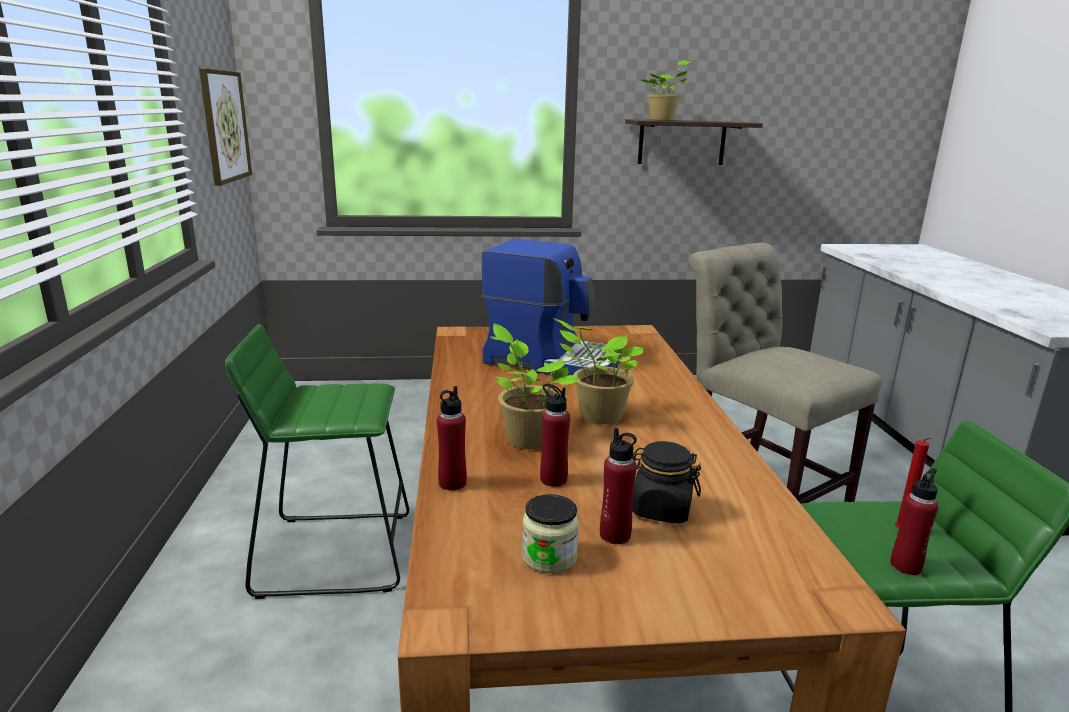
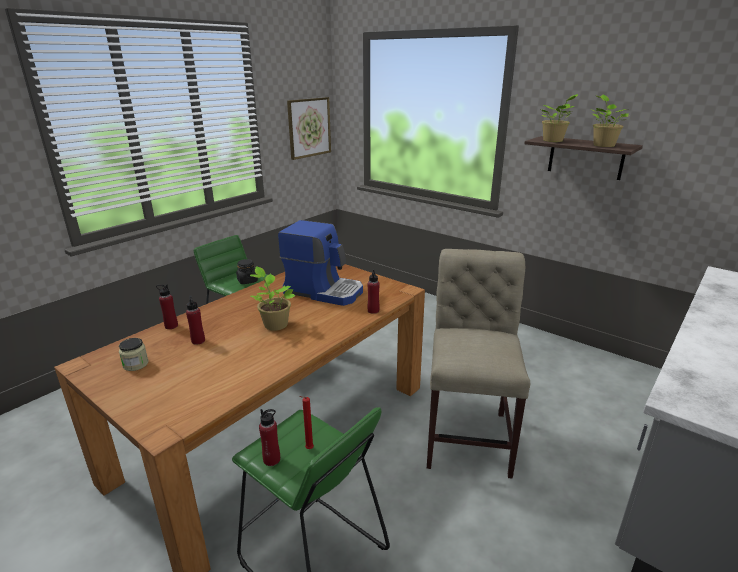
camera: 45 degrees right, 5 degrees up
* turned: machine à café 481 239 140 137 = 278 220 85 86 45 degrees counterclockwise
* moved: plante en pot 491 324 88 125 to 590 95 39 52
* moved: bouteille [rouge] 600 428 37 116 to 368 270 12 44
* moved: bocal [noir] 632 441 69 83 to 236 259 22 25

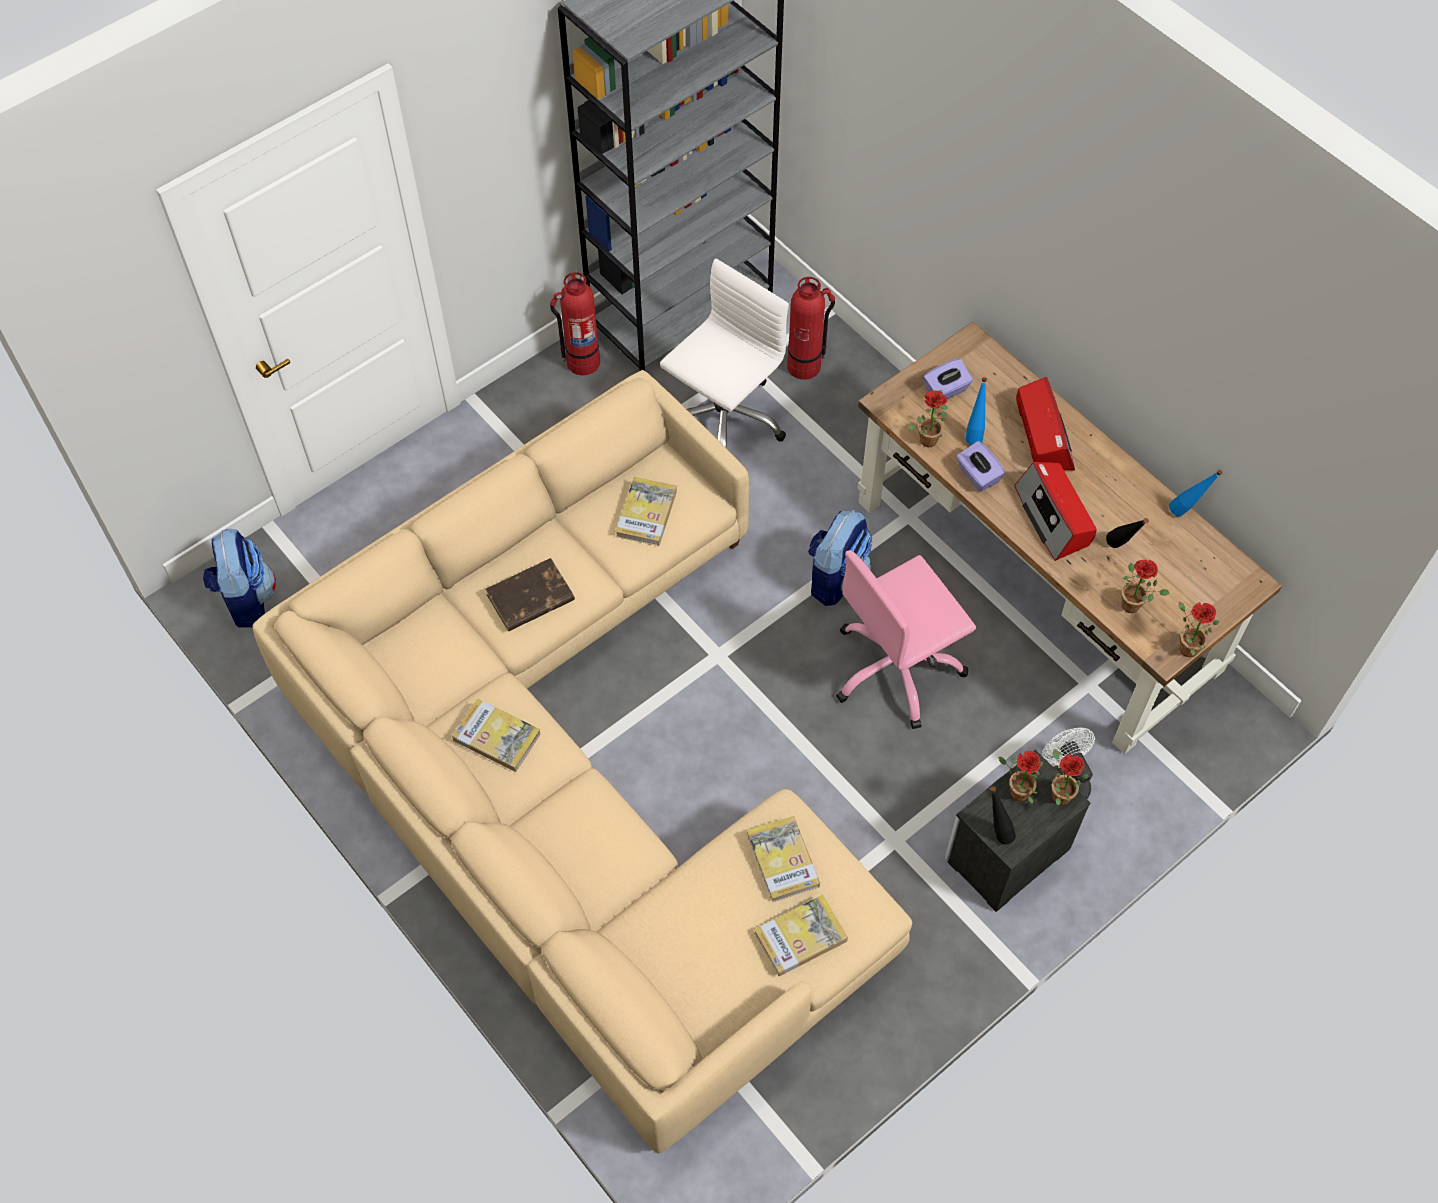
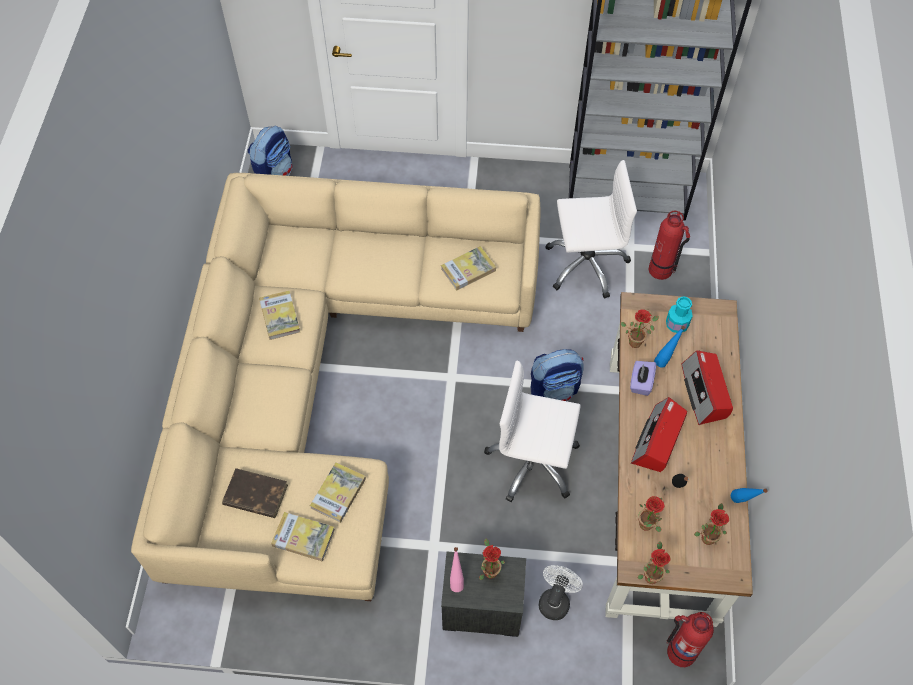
camera: 45 degrees right, 0 degrees up
* moved: livre [marron] 486 558 89 73 to 222 468 66 50
* moved: extincteur 550 272 50 103 to 666 612 48 55
* recoloured: chaise de bureau [rose] 836 550 140 179 to chaise de bureau [blanc] 484 360 97 142
* replaced: boîte à mouchoirs [violet] 923 359 50 40 to bouteille [turquoise] 666 296 27 37
* recoloured: bouteille [noir] 990 786 26 58 to bouteille [rose] 450 547 14 45
* turned: radio 1016 377 59 94 = 681 350 52 75 135 degrees clockwise
* moved: plante en pot 1051 749 38 56 to 694 503 35 42

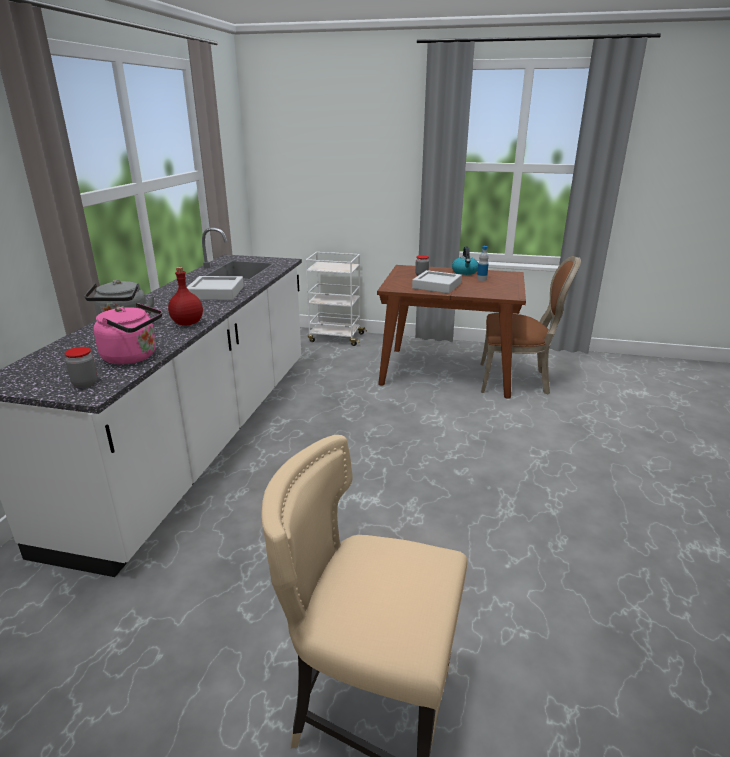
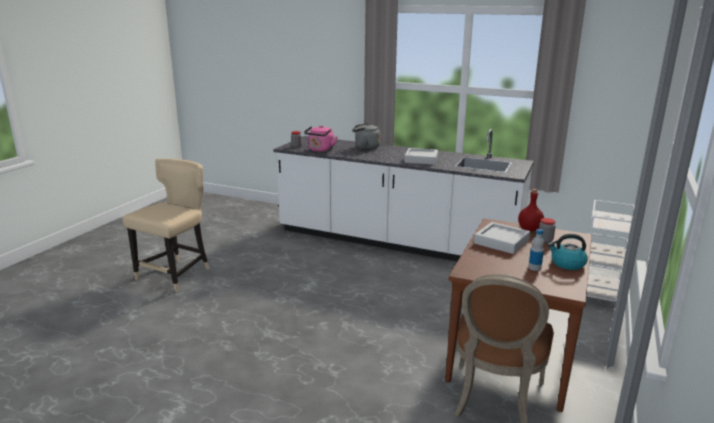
camera: 100 degrees right, 5 degrees down
* moved: bouteille [rouge] 168 267 35 59 to 518 189 26 42

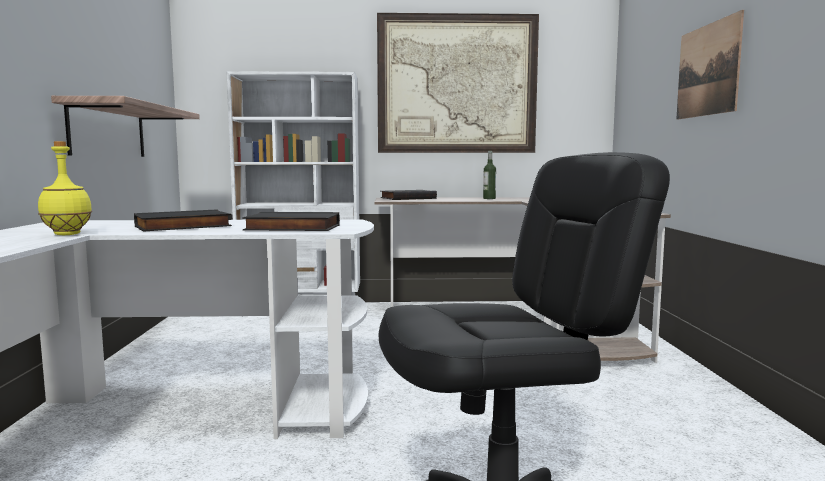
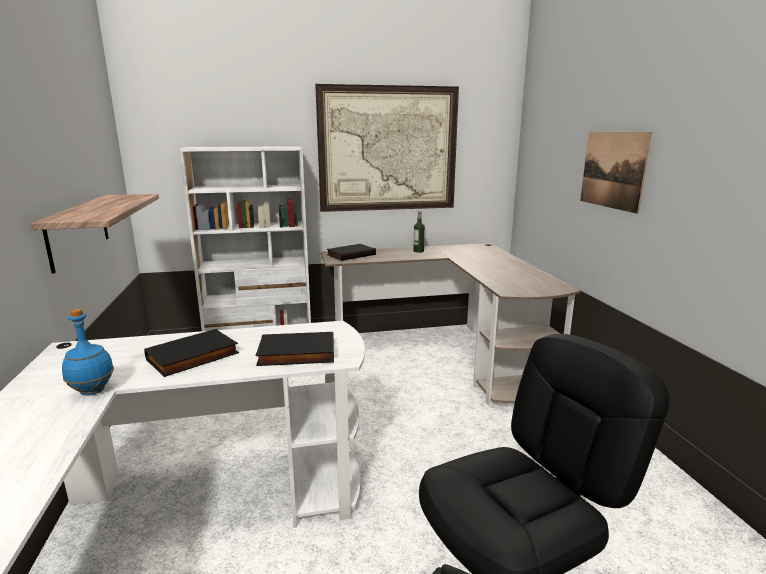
camera: 10 degrees left, 10 degrees up
* recoloured: bouteille [jaune] 38 141 54 94 to bouteille [bleu] 62 309 52 87

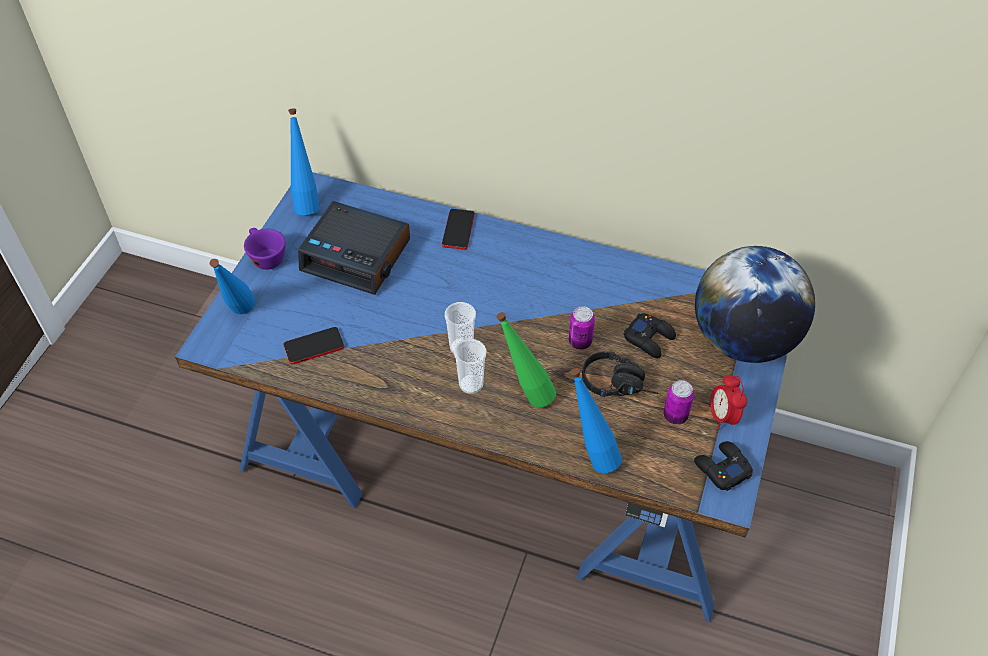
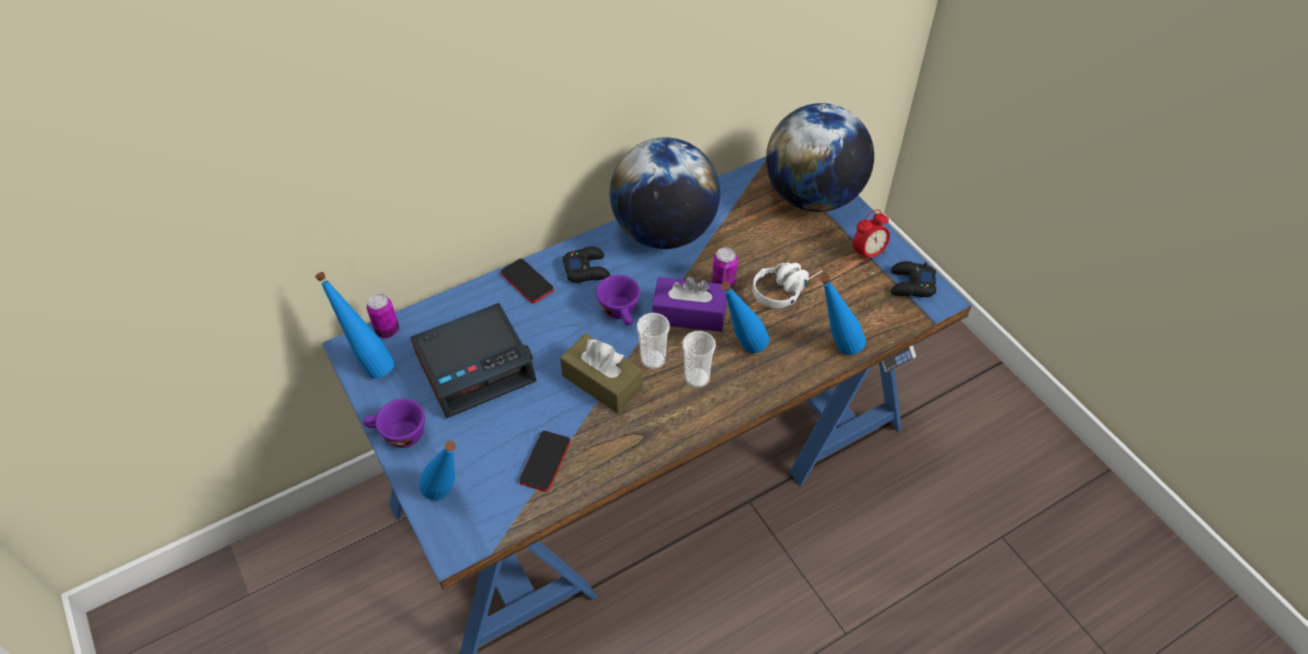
camera: 50 degrees left, 0 degrees up
* recoloured: bouteille [vert] 497 312 59 96 to bouteille [bleu] 721 282 48 71
* recoloured: casque audio [noir] 582 352 76 45 to casque audio [blanc] 753 263 70 45
* moved: manette [noir] 624 313 52 46 to 563 247 47 36
* moved: boîte métallique 664 380 30 45 to 367 293 32 45
* turned: réveil 709 375 38 55 = 853 209 37 55 60 degrees counterclockwise
* added: boîte à mouchoirs [marron] 560 333 83 80
* added: tasse [violet] 596 275 44 50
* added: globe 610 137 110 112
* added: boîte à mouchoirs [violet] 652 277 75 55

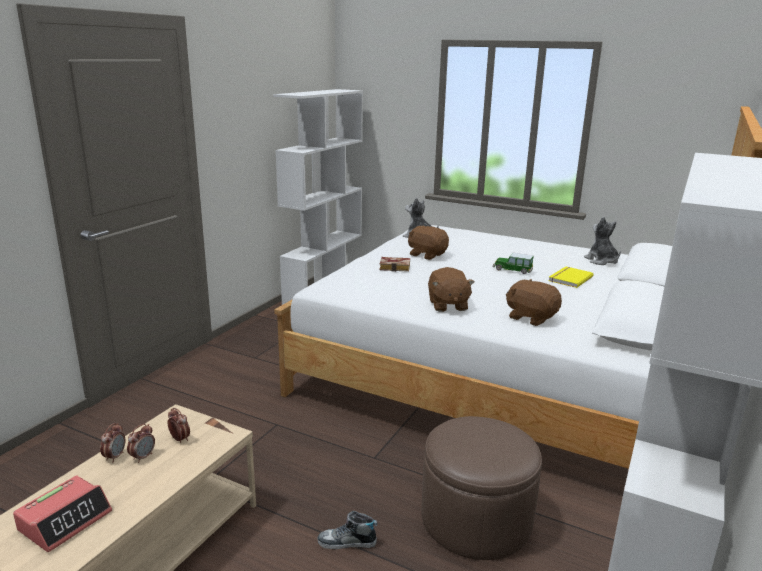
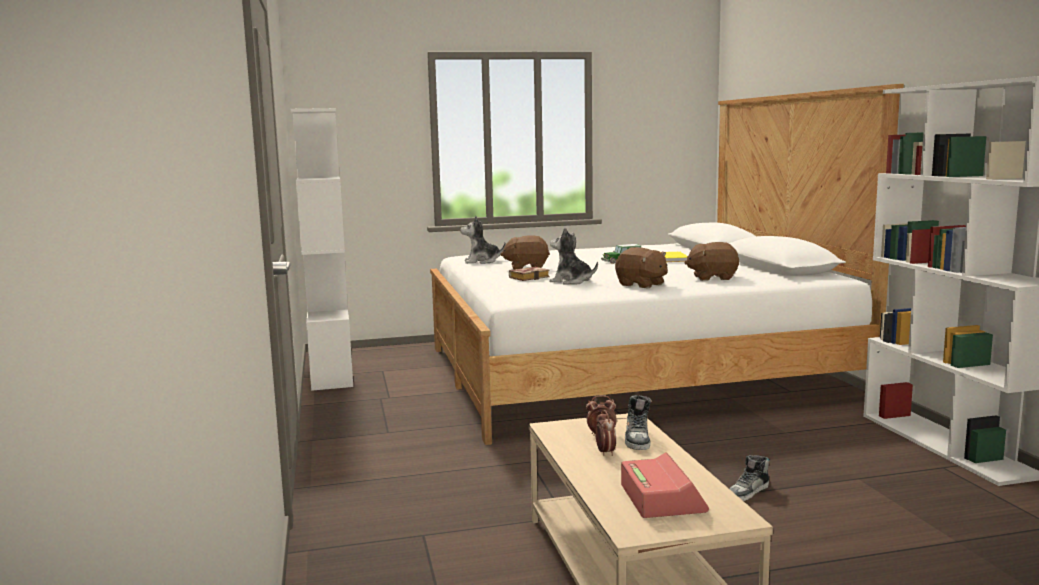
camera: 40 degrees left, 10 degrees down
* removed: réveil 100 423 25 39
* removed: pouf [marron] 421 416 121 144
* moved: peluche 584 217 37 48 to 549 228 49 57
* added: chaussure 625 395 26 55

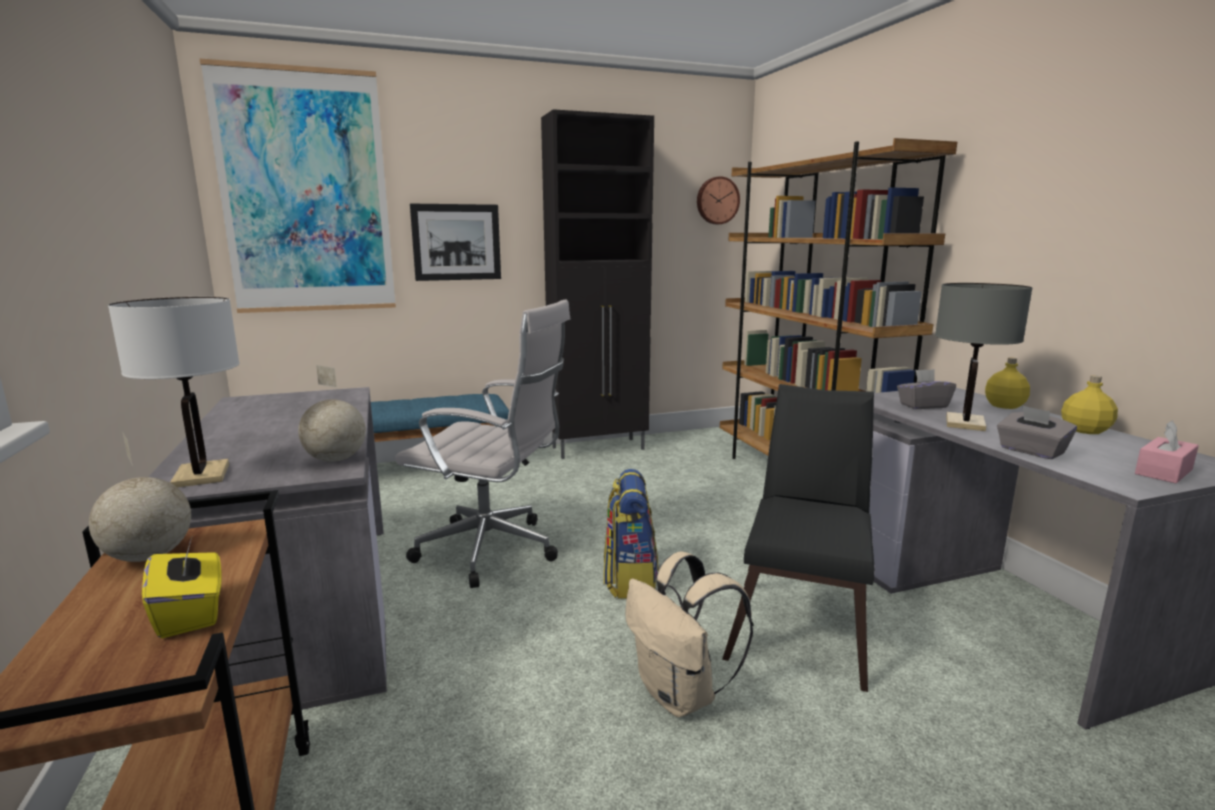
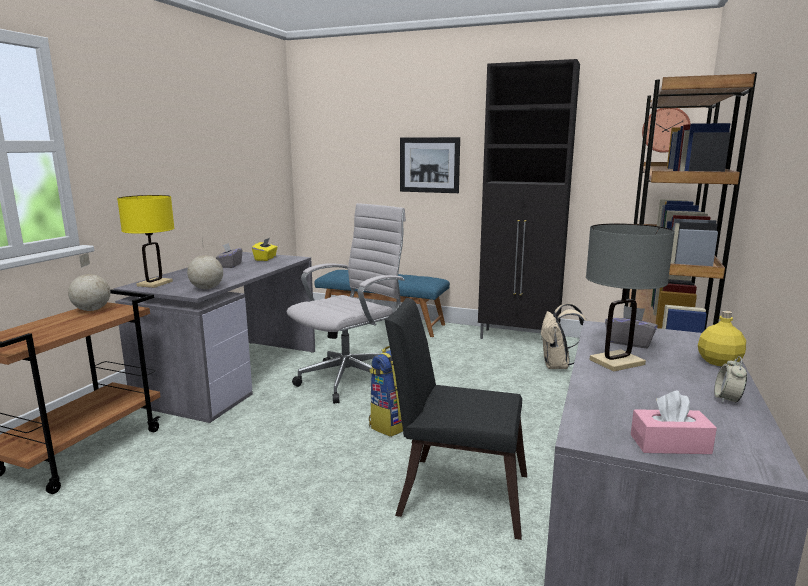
camera: 40 degrees right, 0 degrees up
* recoloured: lampe de table [blanc] 108 297 132 191 to lampe de table [jaune] 117 195 57 93
* moved: boîte à mouchoirs [jaune] 142 535 79 103 to 252 238 26 23
* removed: tableau 199 58 197 255
* turned: chaise de bureau [blanc] 395 300 175 288 = 287 203 119 201 105 degrees counterclockwise
* moved: sac à dos [beige] 625 551 128 166 to 540 303 47 66
* turned: chaise [noir] 722 384 153 308 = 385 298 142 242 135 degrees counterclockwise
* moved: boîte à mouchoirs [gris] 997 406 80 53 to 216 243 26 25
* replaced: bouteille [jaune] 1061 376 57 58 to réveil 714 356 33 48

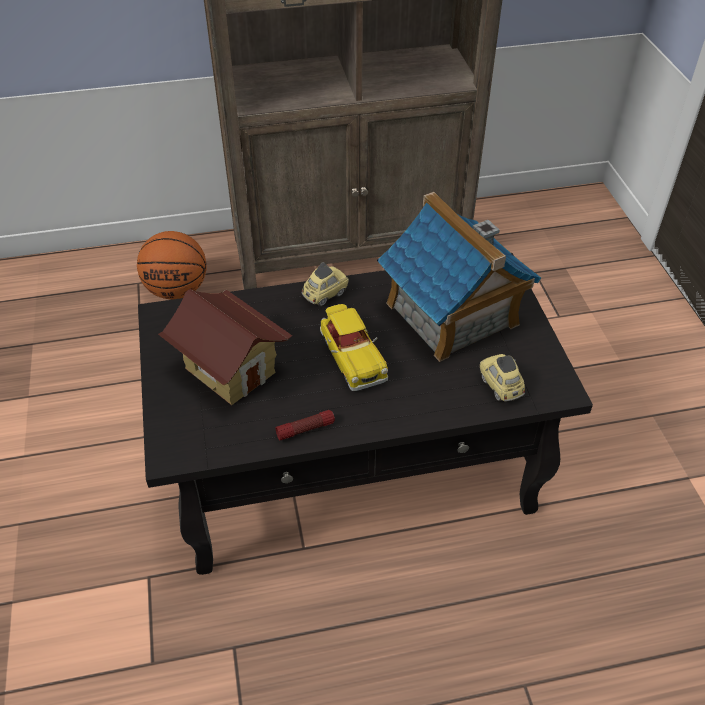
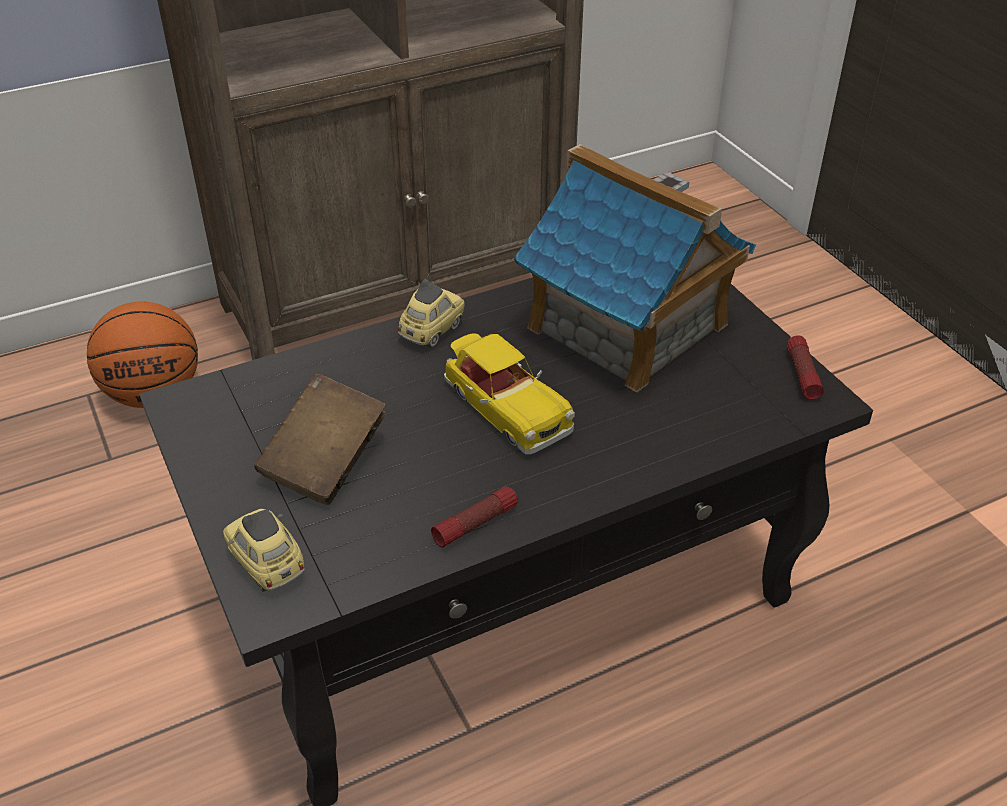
camera: 15 degrees left, 5 degrees down
* replaced: maison miniature 158 289 134 116 to livre [marron] 254 374 132 131
* moved: petite voiture 480 354 45 48 to 223 509 82 83
* added: lampe de poche 787 335 37 65

